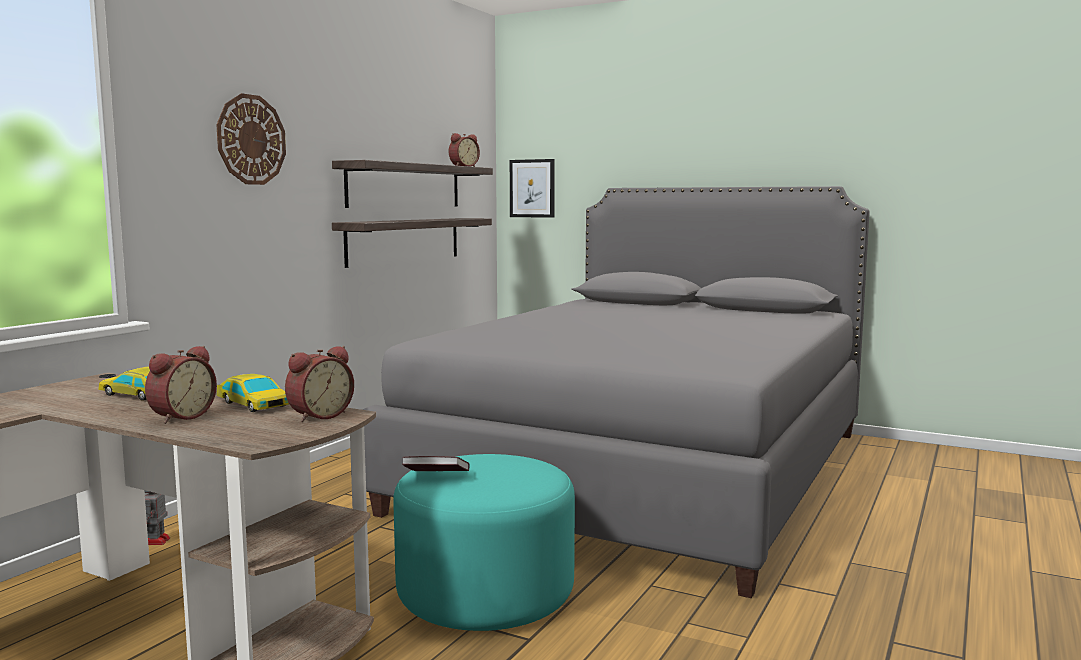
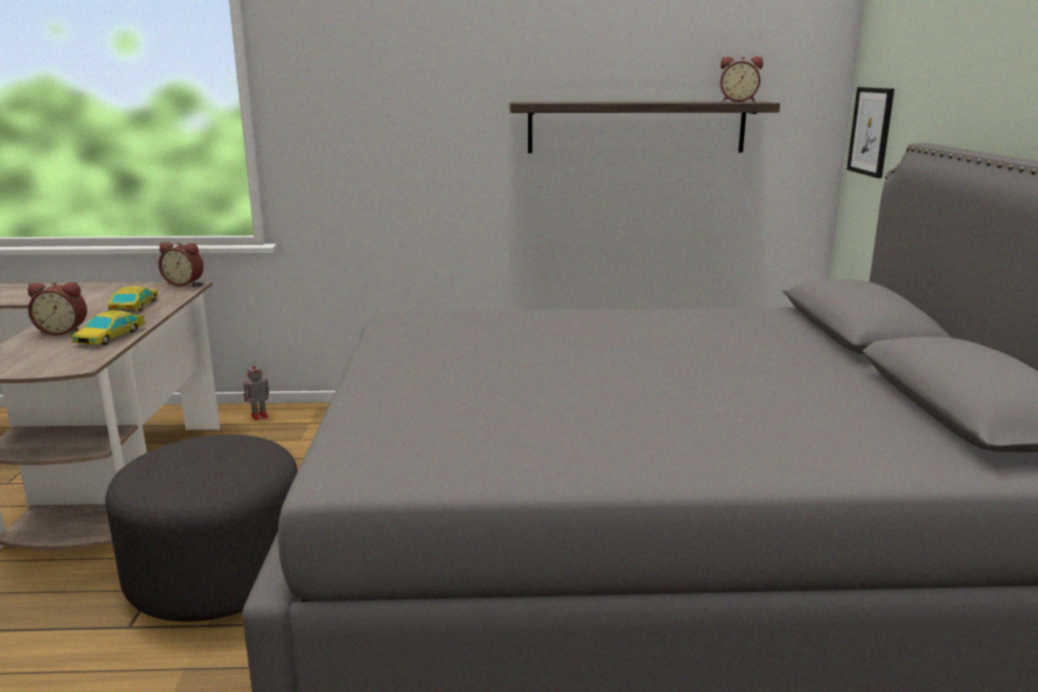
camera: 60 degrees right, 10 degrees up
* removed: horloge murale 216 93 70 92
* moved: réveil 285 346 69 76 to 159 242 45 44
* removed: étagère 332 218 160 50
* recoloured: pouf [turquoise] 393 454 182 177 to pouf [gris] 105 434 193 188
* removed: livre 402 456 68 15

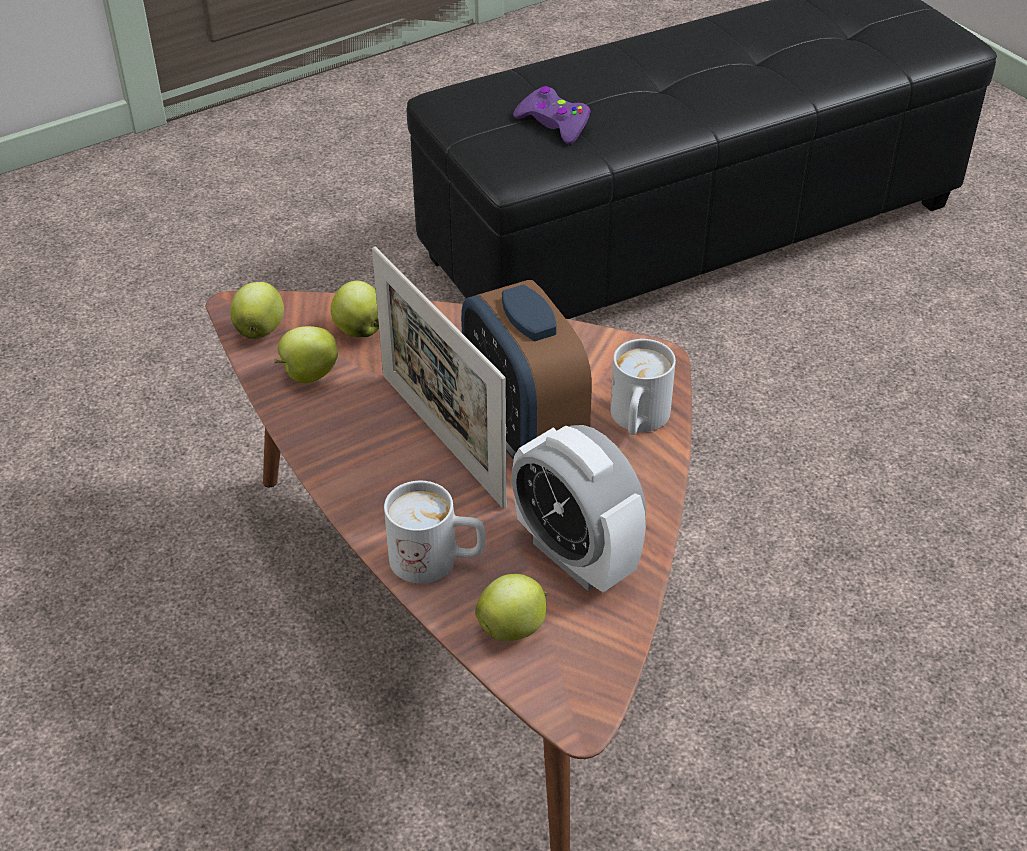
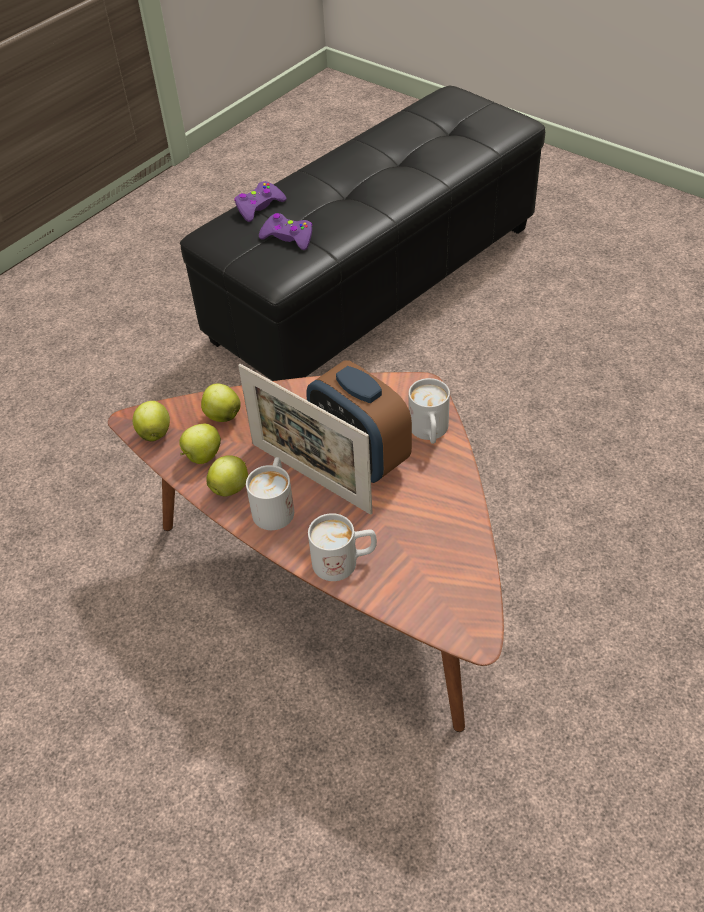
camera: 15 degrees left, 5 degrees up
* moved: pomme 475 574 72 67 to 206 455 42 42
* removed: réveil 512 425 134 167
* added: manette [violet] 234 181 52 41
* added: mug [blanc] 246 457 48 73

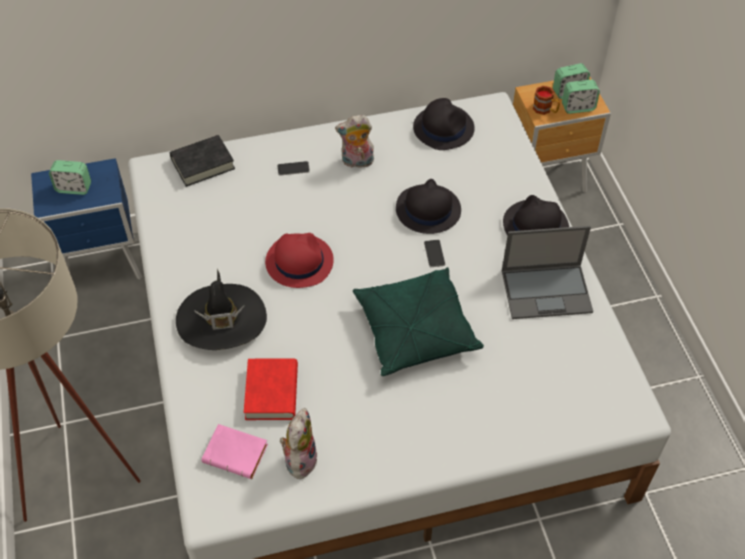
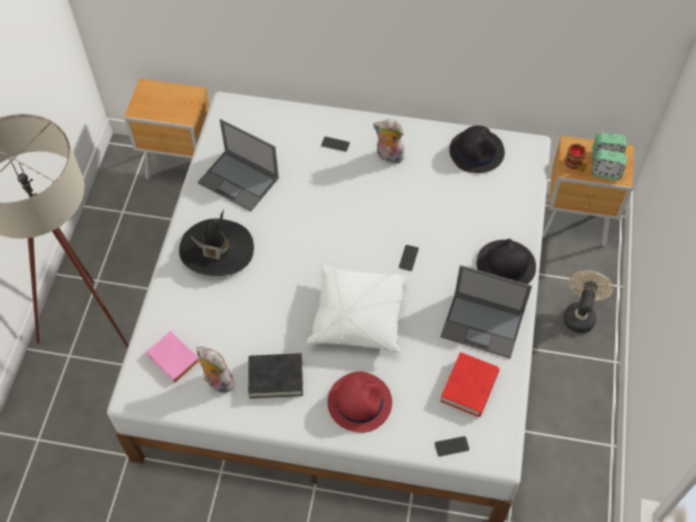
camera: 25 degrees right, 5 degrees up
* recoloured: table de chevet [bleu] 31 158 111 121 to table de chevet [marron] 124 79 86 101
* removed: réveil 49 160 42 35
* moved: livre [noir] 170 135 65 52 to 248 353 55 45
* moved: livre [rouge] 244 358 54 62 to 440 352 59 65
* moved: chapeau [rouge] 265 233 69 55 to 328 372 64 61
* turned: peluche 280 408 38 72 = 196 347 40 46 90 degrees counterclockwise
* recoloured: coussin [vert] 353 267 131 109 to coussin [blanc] 307 264 100 88
* removed: chapeau [noir] 396 179 65 55
* added: ordinateur portable 198 119 81 93
* added: téléphone 434 436 36 21
* added: ventilateur [beige] 563 270 50 63

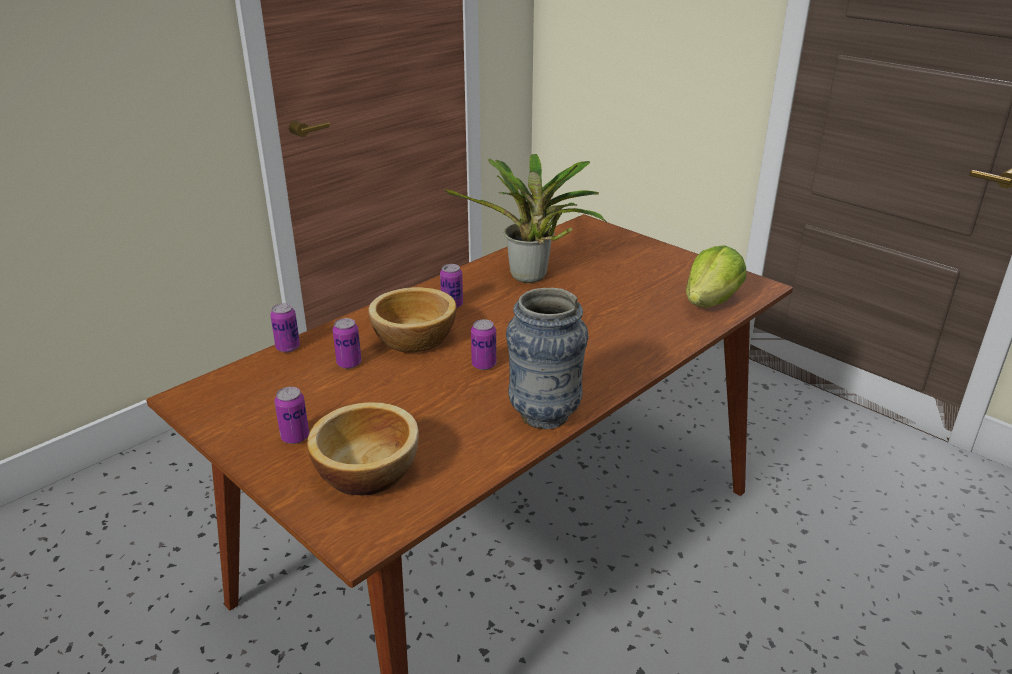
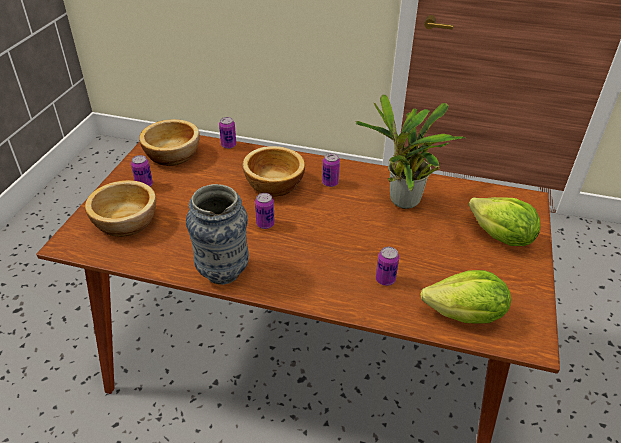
camera: 60 degrees right, 10 degrees up
* moved: boîte métallique 333 318 28 51 to 376 247 23 39
* added: bol 139 119 61 47
* added: laitue 468 197 73 49

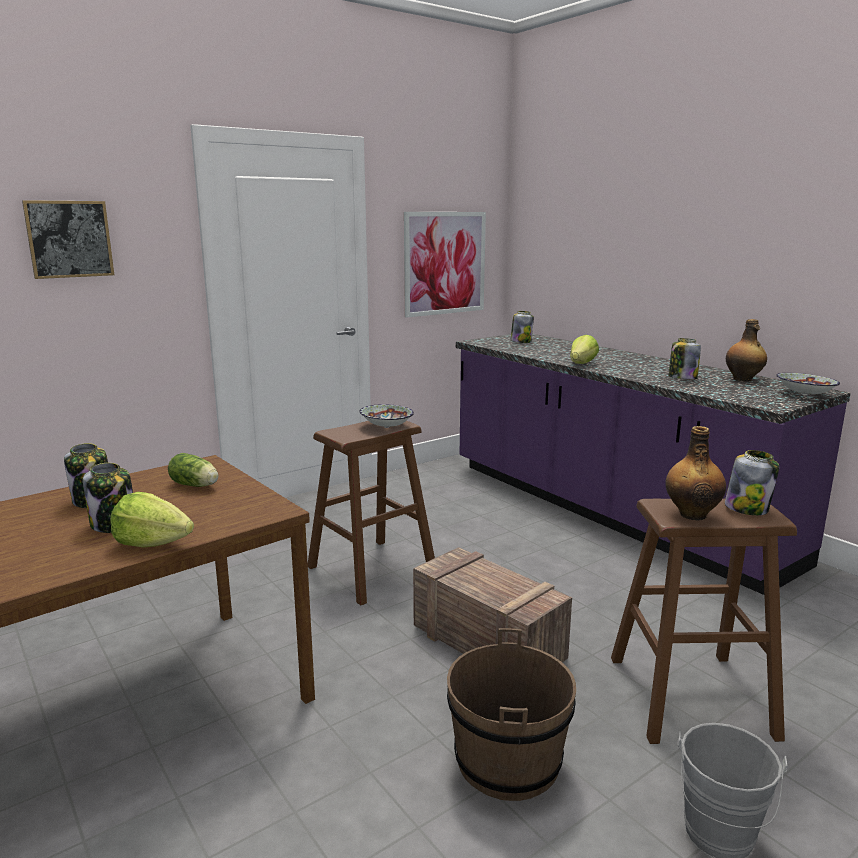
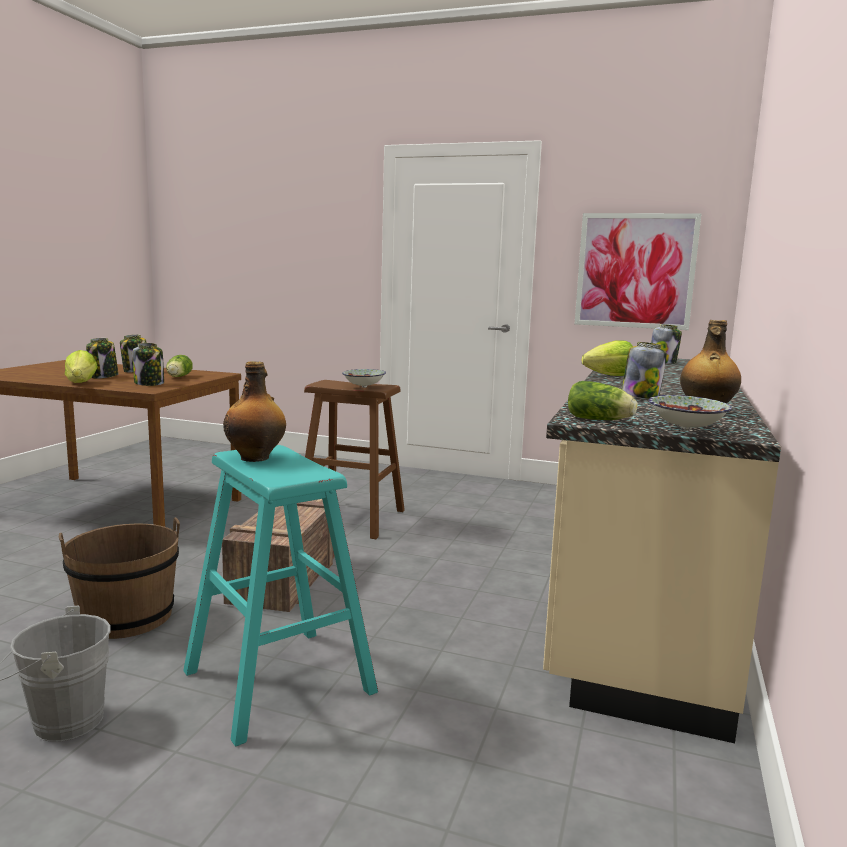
camera: 55 degrees right, 5 degrees down
* removed: tableau 22 200 92 79
* recoloured: comptoir de cuisine [violet] 456 334 395 261 to comptoir de cuisine [beige] 543 359 238 384
* recoloured: tabouret [marron] 611 499 186 245 to tabouret [turquoise] 183 445 195 302
* moved: bocal 725 450 54 65 to 133 343 31 43
* added: laitue 568 381 70 39

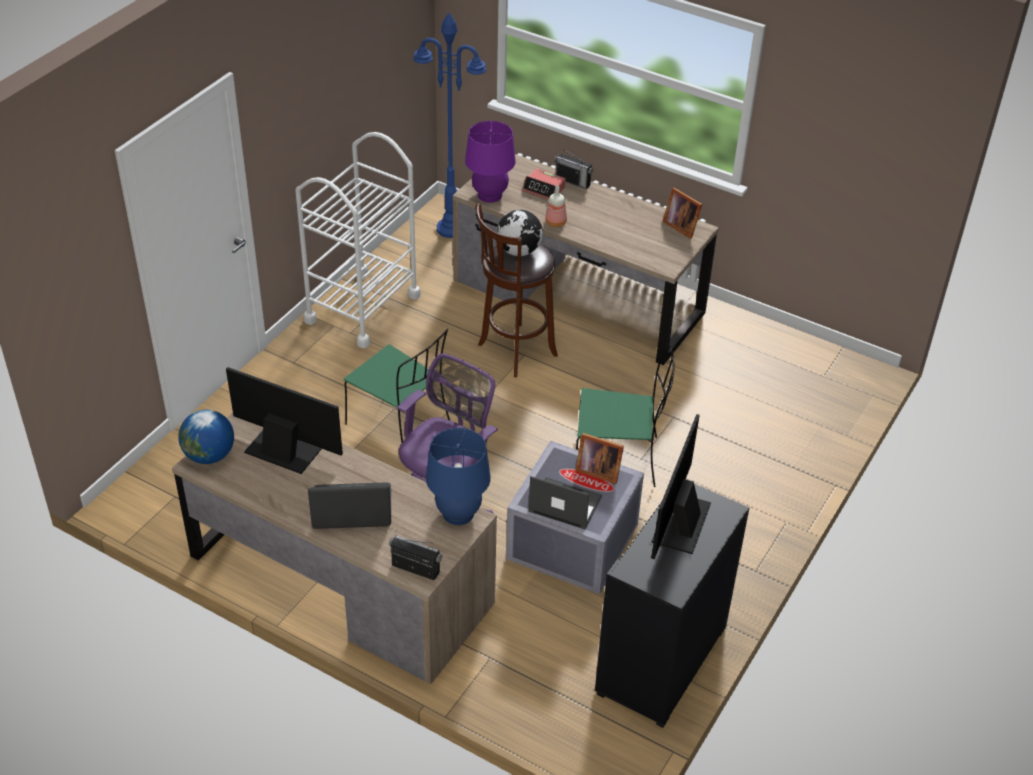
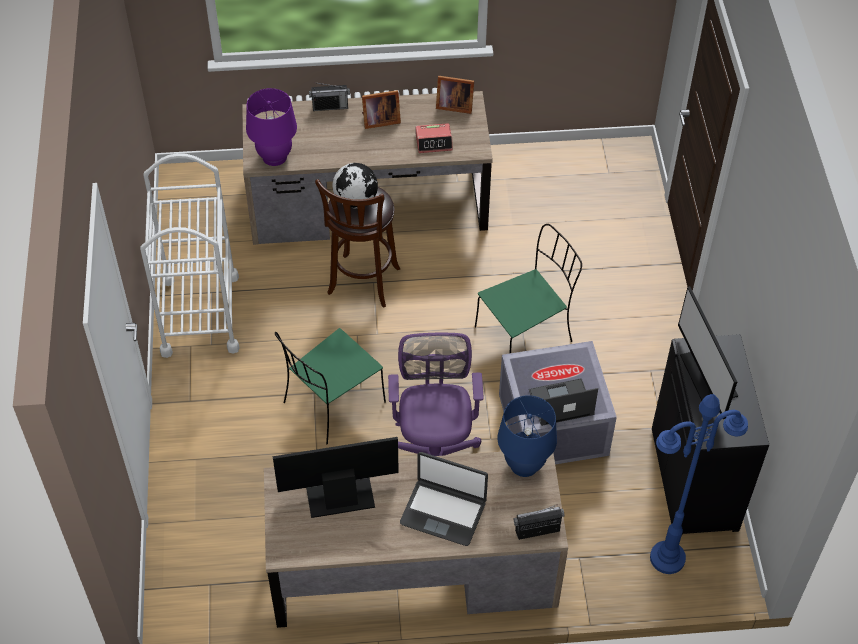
camera: 35 degrees left, 10 degrees up
* removed: globe 178 410 56 54
* turned: ordinateur portable 308 482 83 47 = 400 452 88 94 120 degrees counterclockwise
* turned: chaise [vert] 344 329 106 114 = 275 328 111 116 135 degrees clockwise
* moved: lampadaire [bleu] 413 13 73 225 to 650 394 98 180
* moved: réveil 522 168 44 31 to 416 123 37 30
* removed: bouteille 545 185 22 42
* moved: cadre photo 575 433 49 51 to 362 90 39 39

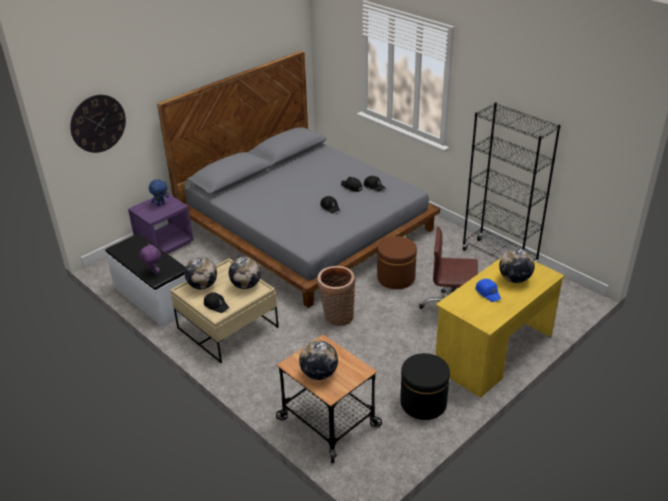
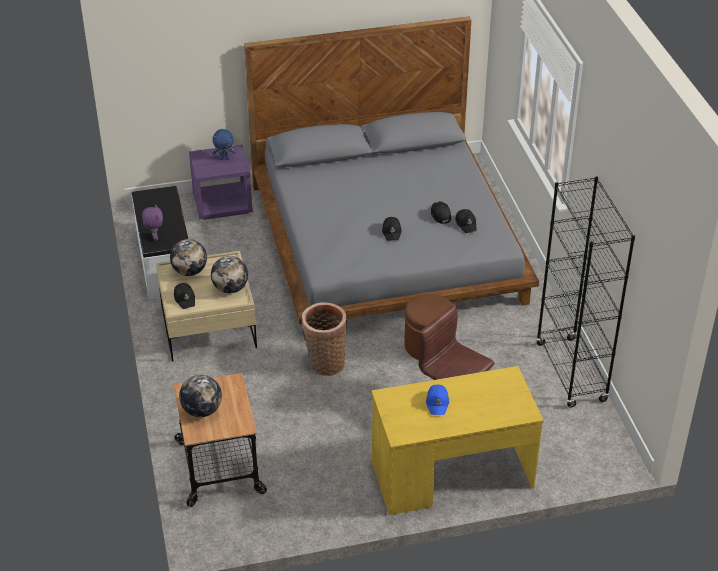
camera: 30 degrees right, 5 degrees up
* removed: horloge murale 70 95 56 58
* removed: pouf [noir] 400 353 50 67
* removed: globe 499 248 36 35

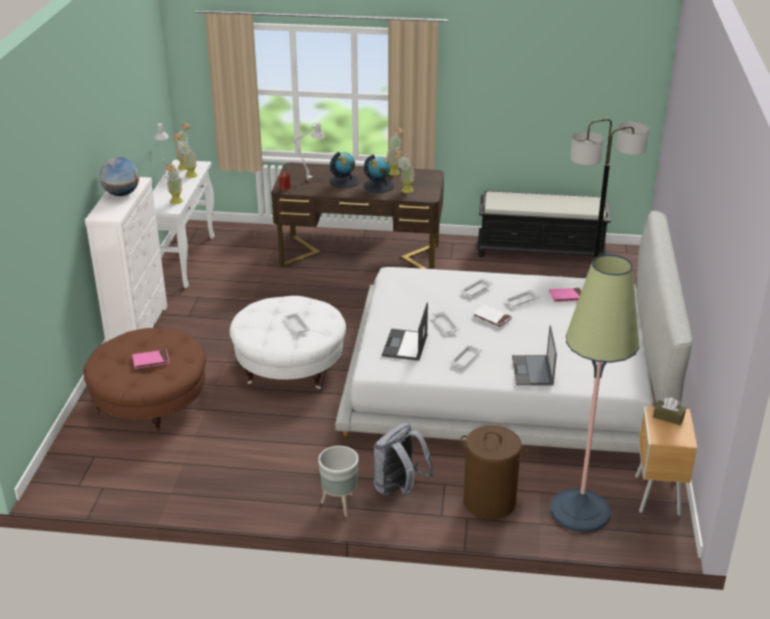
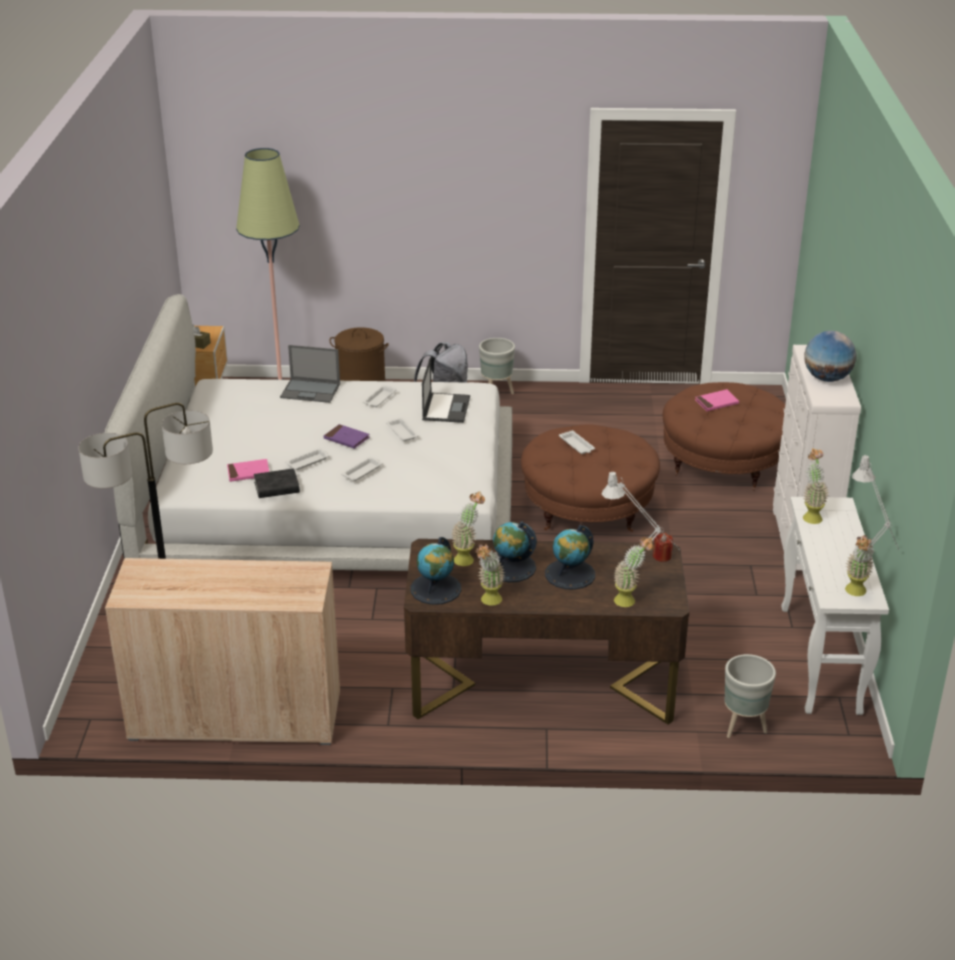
camera: 175 degrees right, 0 degrees up
* moved: plante en pot 173 133 25 45 to 613 537 41 70
* recoloured: pouf [blanc] 230 296 116 93 to pouf [marron] 521 424 139 108
* recoloured: livre [blanc] 473 305 39 23 to livre [violet] 324 424 46 25
* replaced: banc [noir] 477 190 134 67 to meuble de rangement [beige] 105 558 235 187
* turned: ordinateur portable 512 325 45 61 = 280 345 60 58 105 degrees clockwise
* added: livre [noir] 254 468 46 30
* added: globe 410 537 51 68
* added: cache-pot [gris] 724 654 52 84

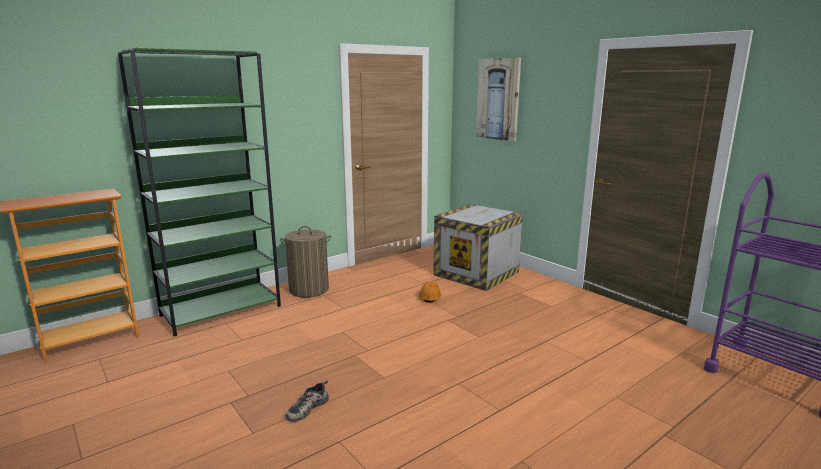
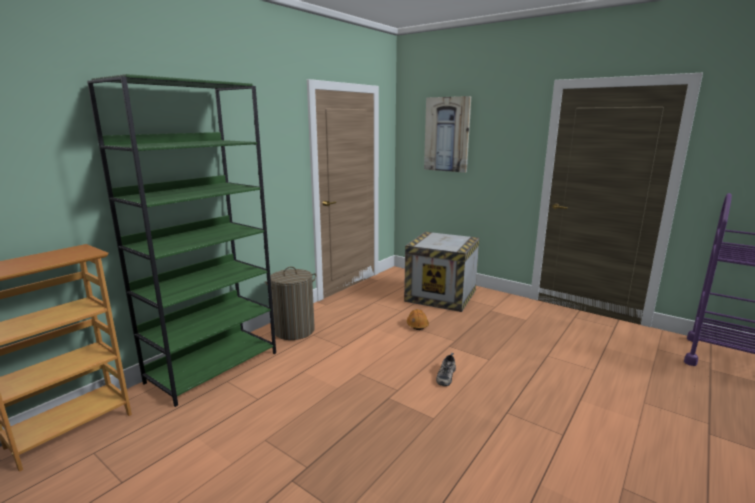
camera: 15 degrees left, 0 degrees up
* moved: chaussure 286 380 43 42 to 436 353 20 33

